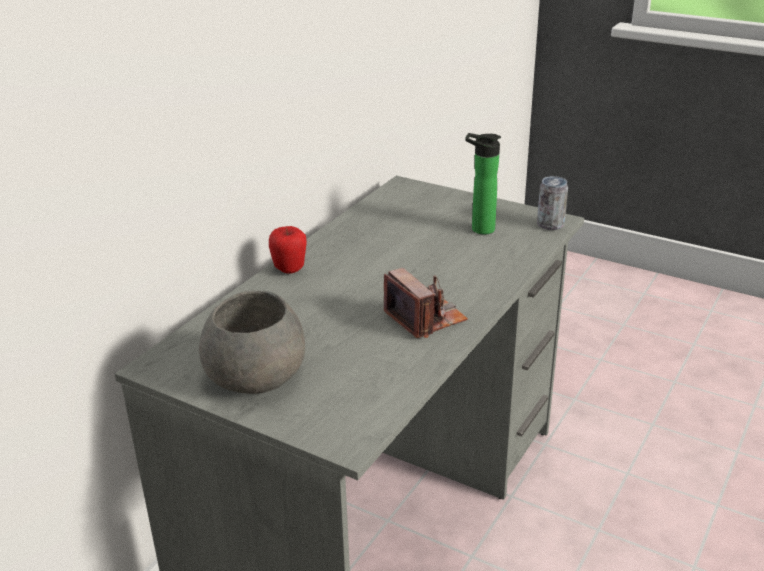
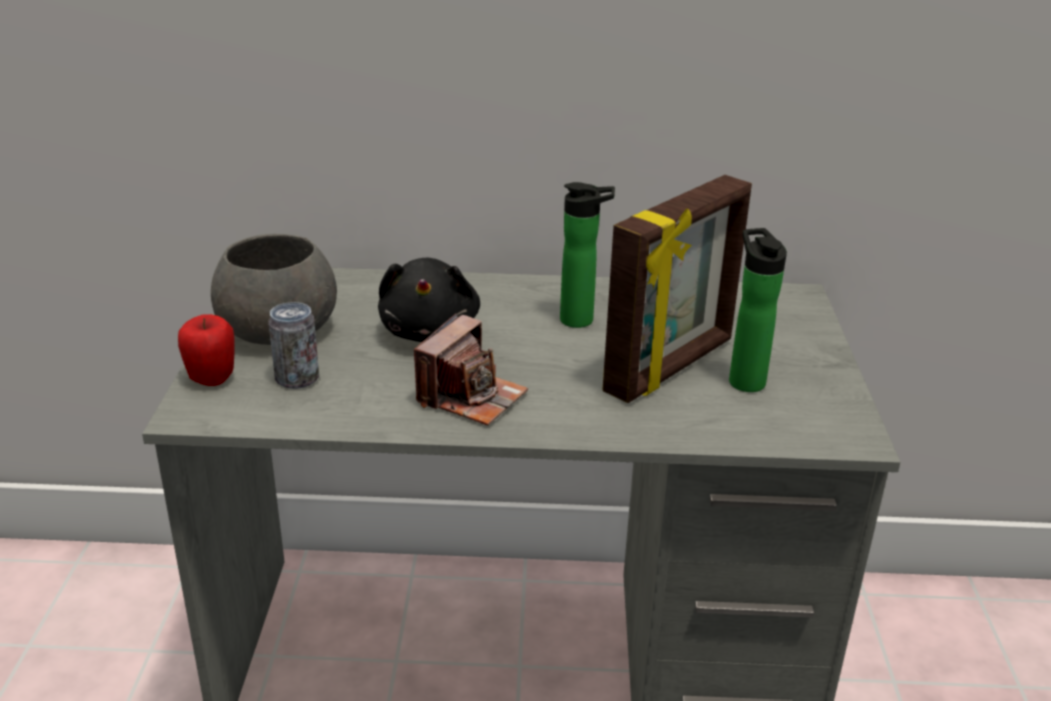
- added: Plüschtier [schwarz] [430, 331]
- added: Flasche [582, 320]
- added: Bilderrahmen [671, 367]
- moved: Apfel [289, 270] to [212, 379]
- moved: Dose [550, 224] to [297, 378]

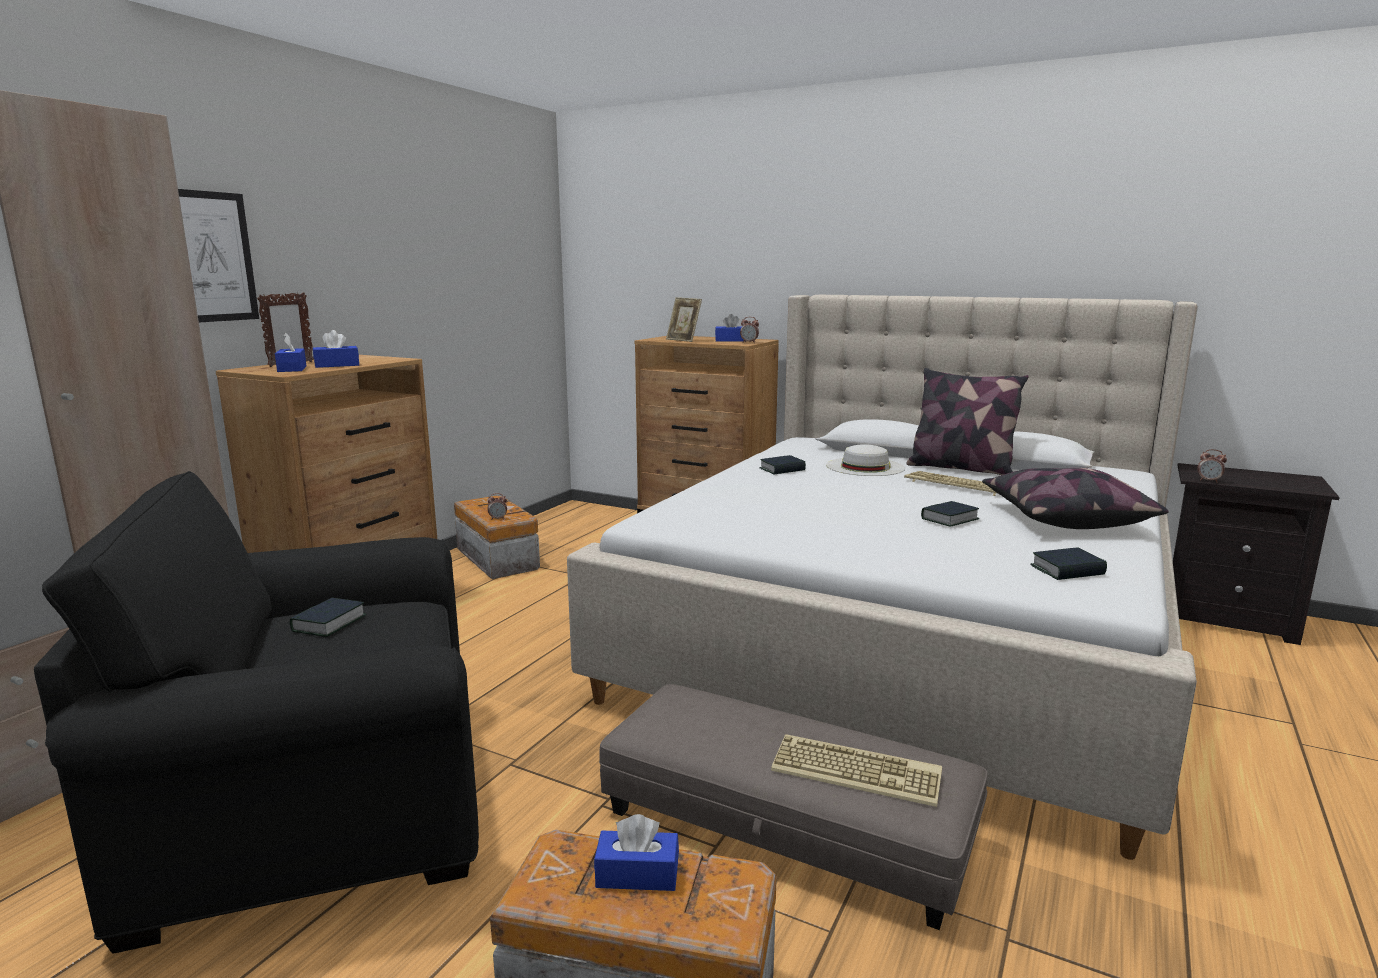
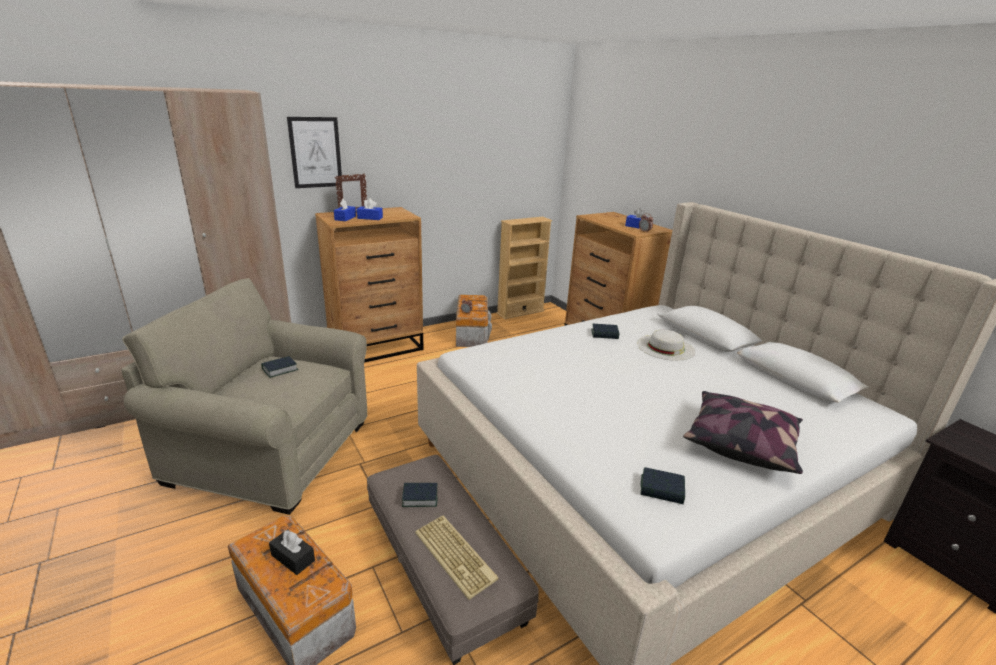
- removed: Bilderrahmen [683, 340]
- removed: Tastatur [956, 485]
- removed: Kissen [961, 468]
- removed: Wecker [1209, 481]
- added: Bücherregal [beige] [520, 312]
- moved: Buch [949, 519] to [420, 497]
- recoloured: Sessel [schwarz] [320, 807] to Sessel [beige] [272, 451]
- recoloured: Taschentuchbox [blau] [637, 874] to Taschentuchbox [schwarz] [293, 558]

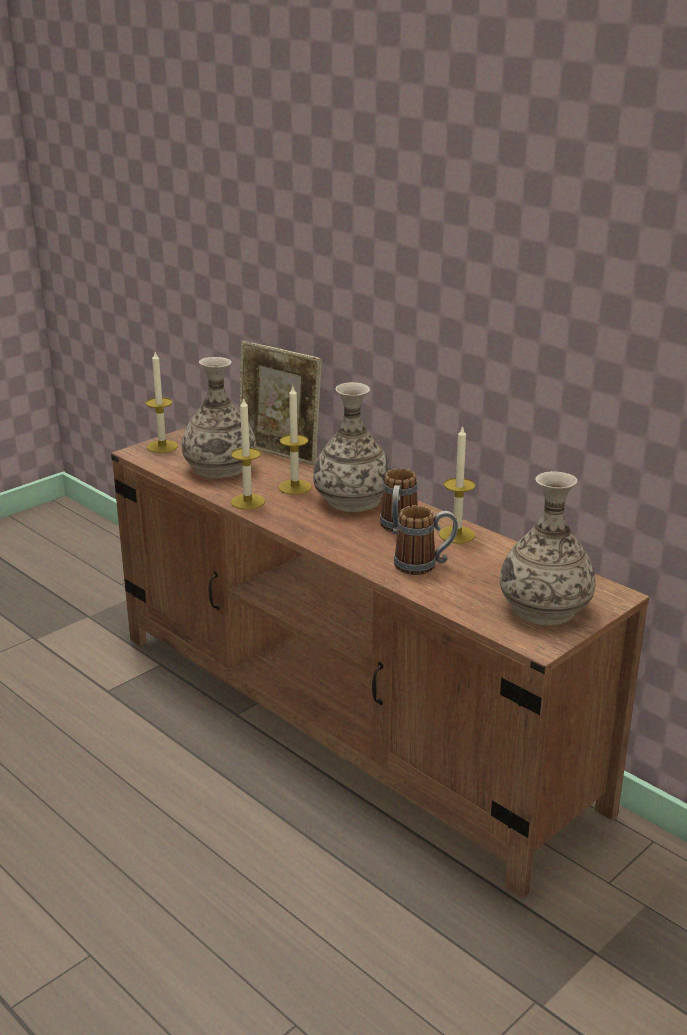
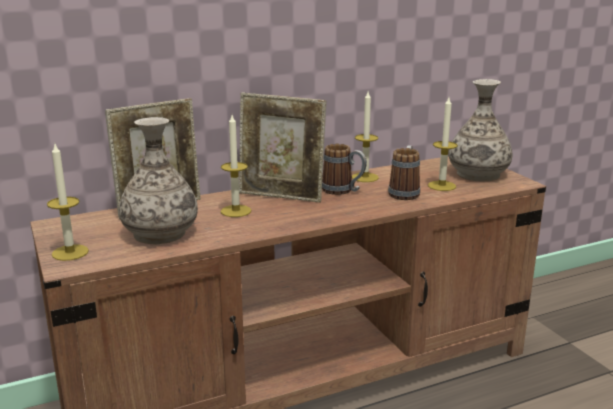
- moved: Kerze [248, 501] to [441, 186]
- replaced: Vase [352, 500] to Bilderrahmen [281, 196]

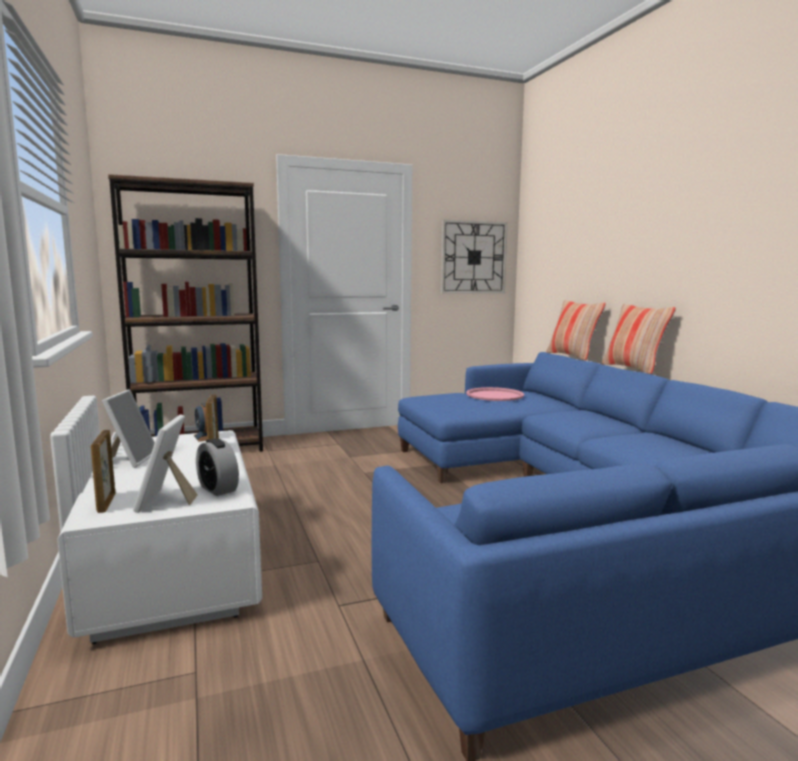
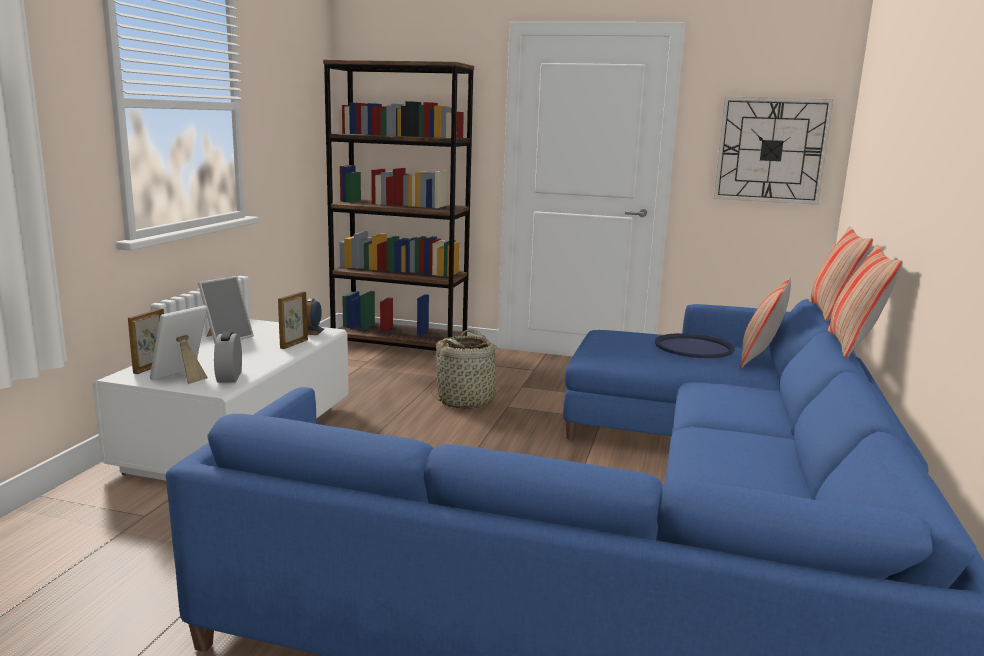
- added: Korb [467, 400]
- added: Kissen [760, 359]
- recoloured: Tablett [rosa] [494, 395] to Tablett [blau] [693, 347]

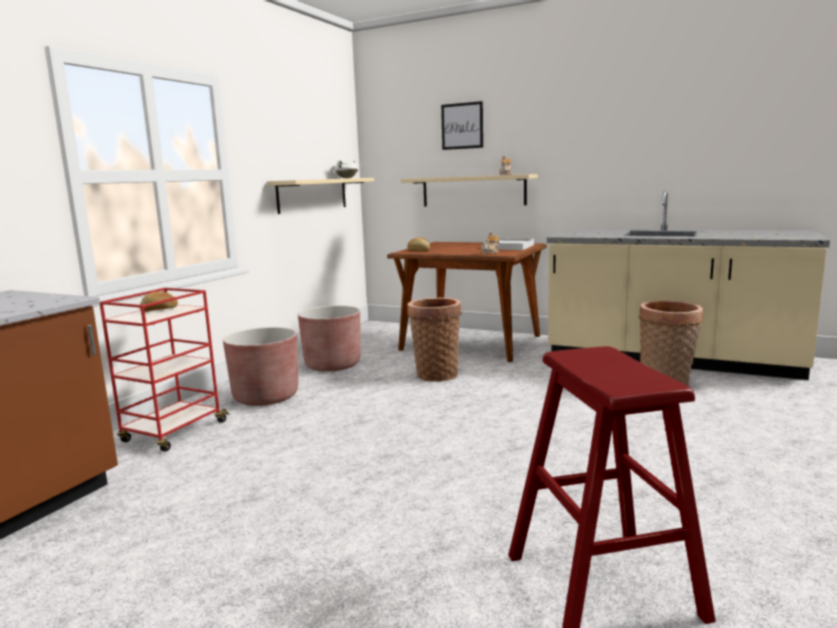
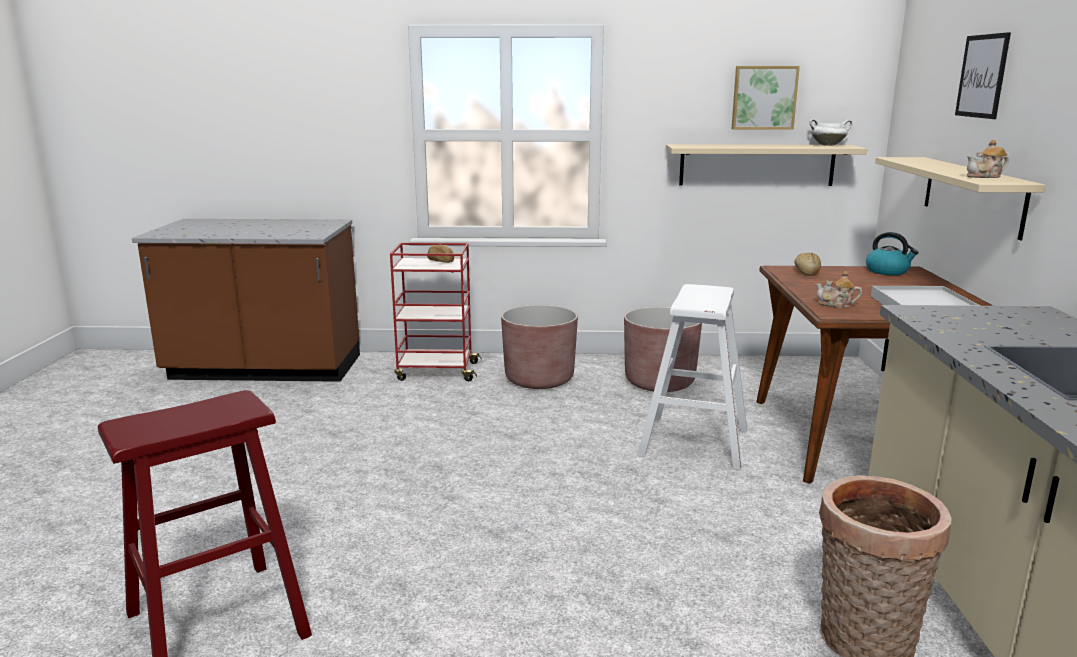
- added: Bild [764, 97]
- added: Wasserkessel [888, 271]
- replaced: Korb [436, 374] to Hocker [weiß] [694, 442]

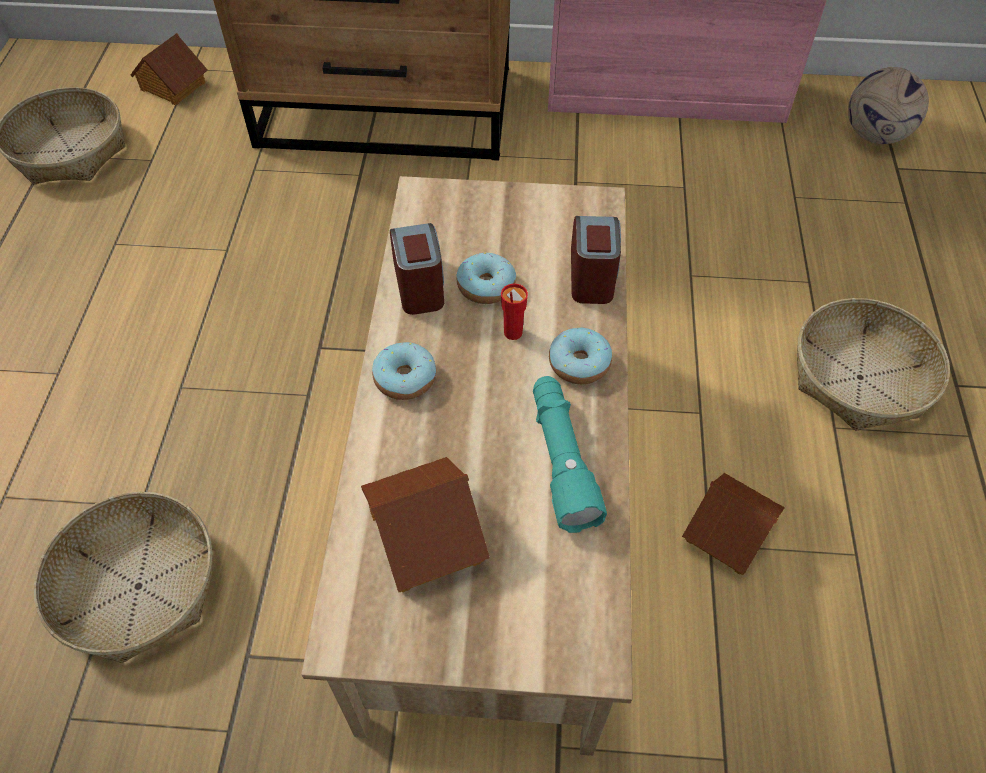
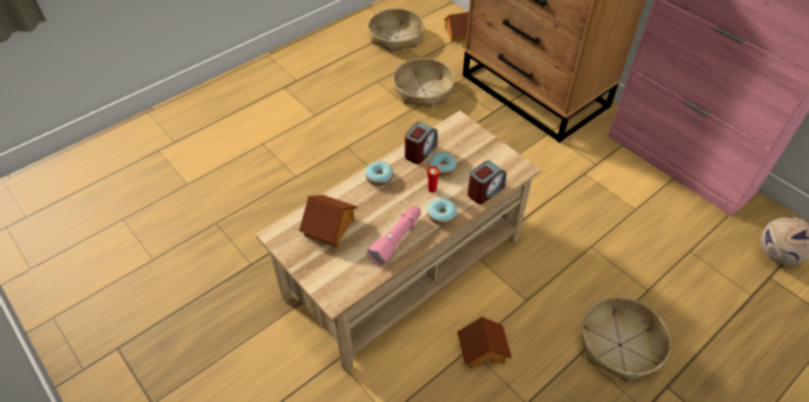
- moved: Korb [138, 587] to [423, 90]
- recoloured: Taschenlampe [türkis] [561, 460] to Taschenlampe [rosa] [397, 239]

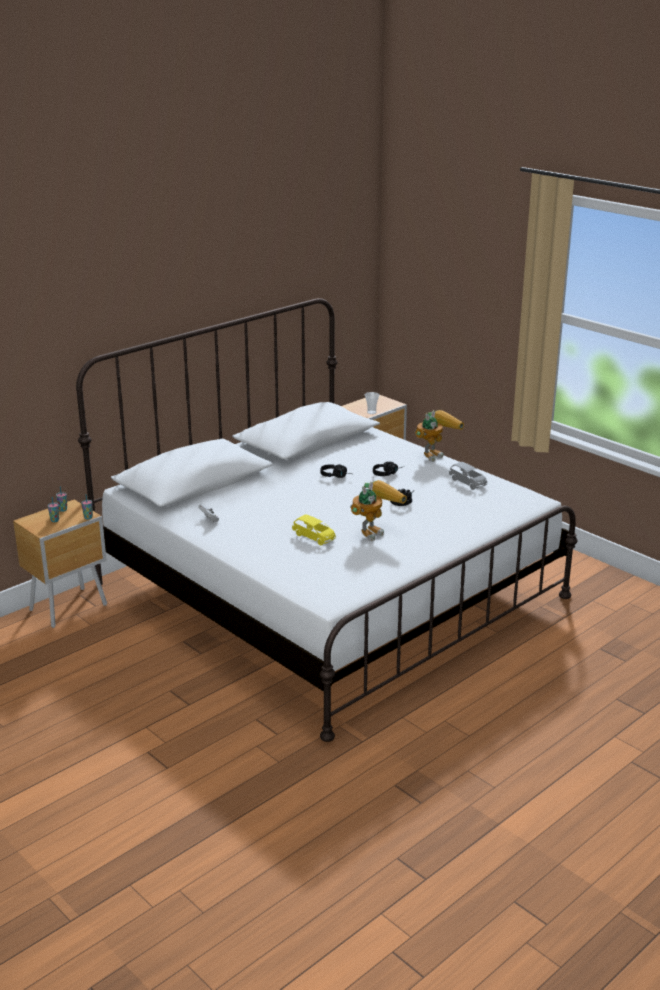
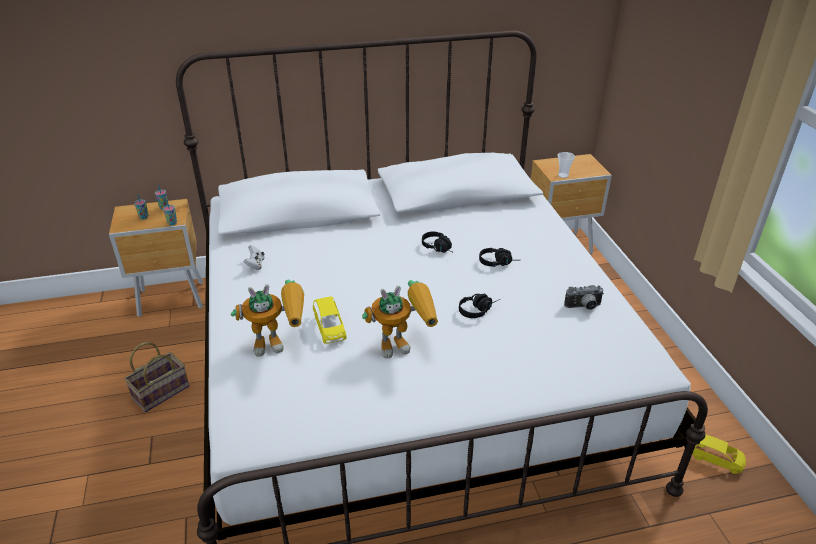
- added: Korb [161, 391]
- added: Spielzeugauto [gelb] [715, 459]
- moved: Spielzeugroboter [435, 454] to [280, 342]
- replaced: Spielzeugauto [grau] [468, 482] to Kamera [583, 307]

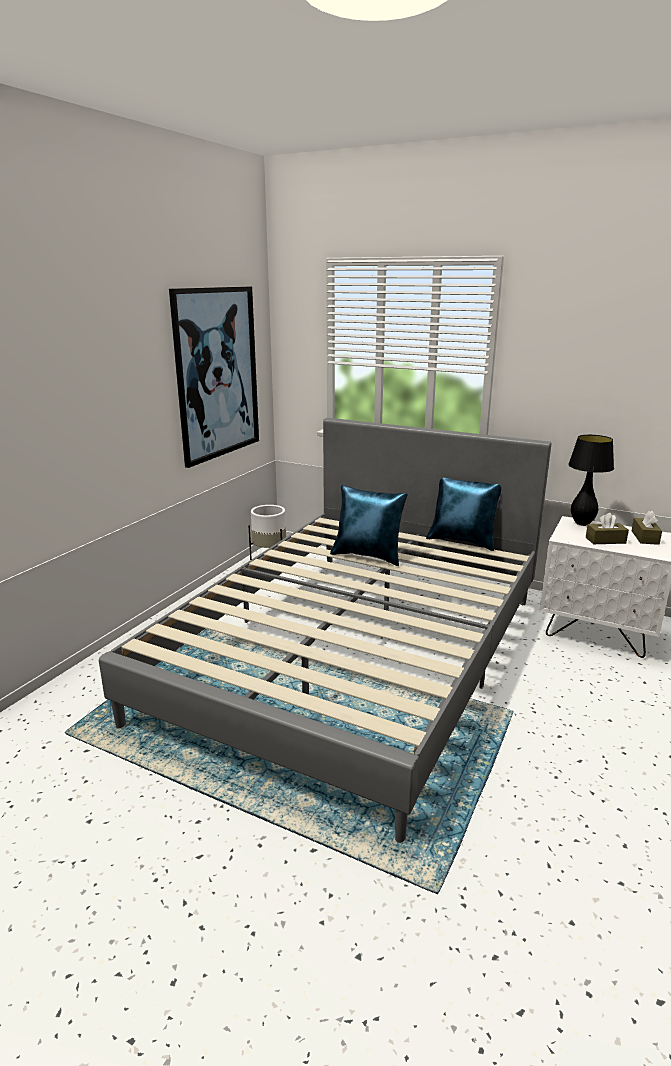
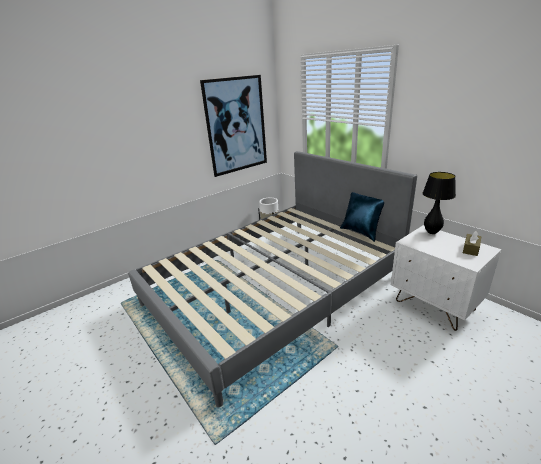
- removed: Kissen [blau] [368, 556]
- removed: Taschentuchbox [braun] [605, 540]

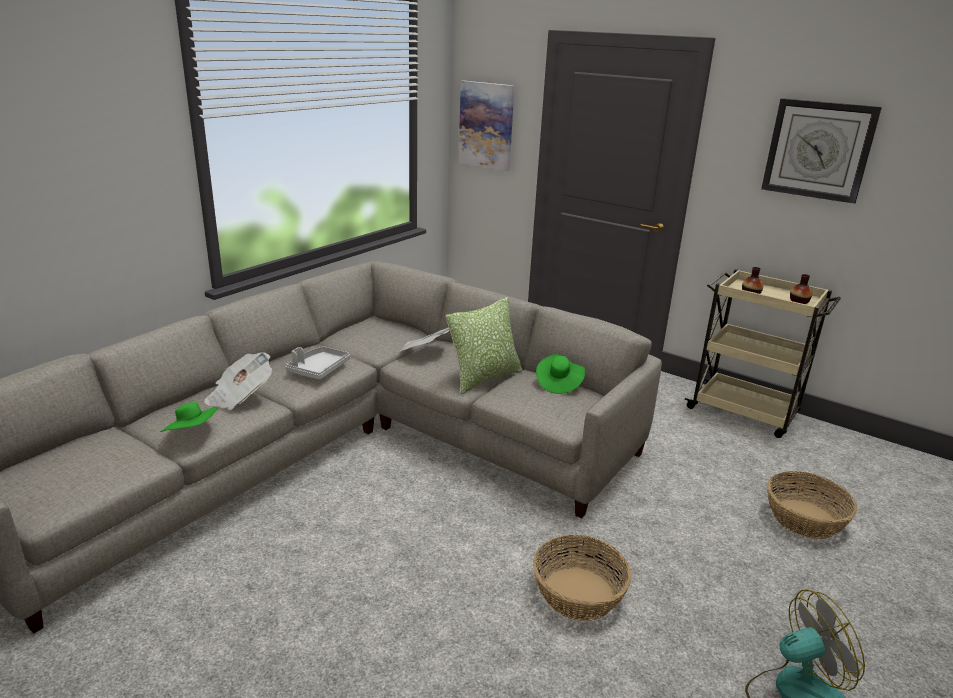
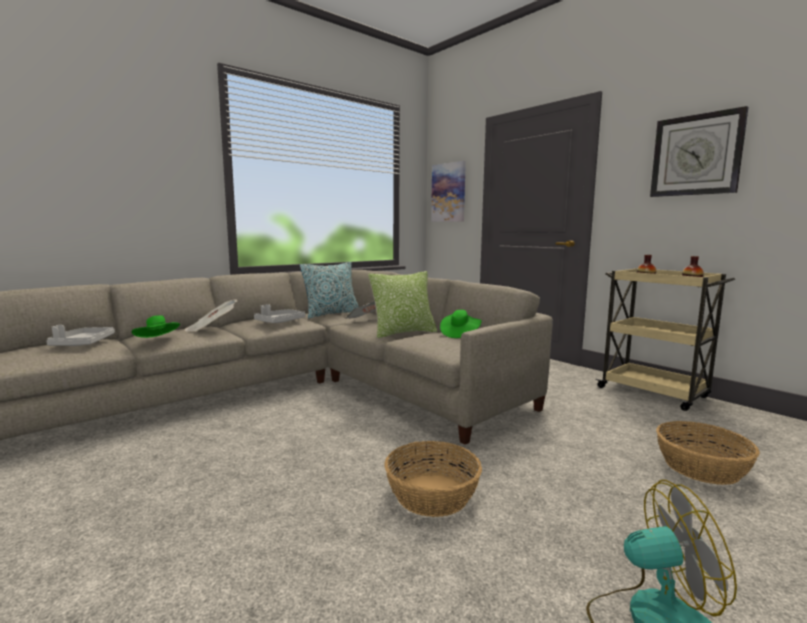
- added: Tablett [grau] [83, 344]
- added: Kissen [331, 314]

